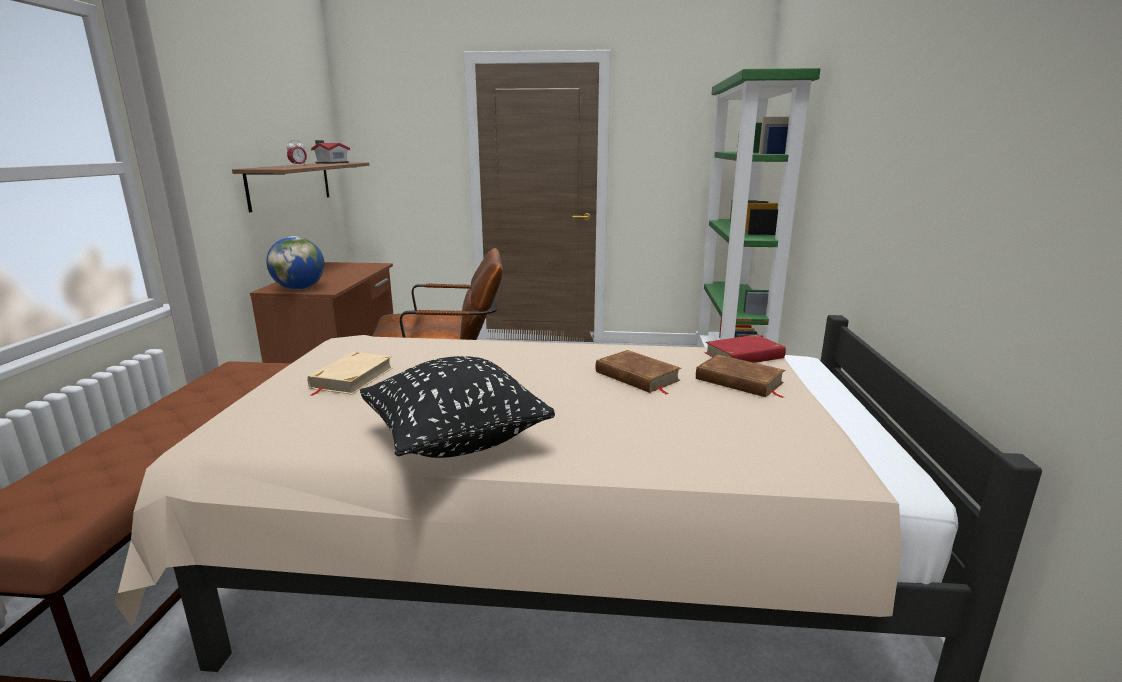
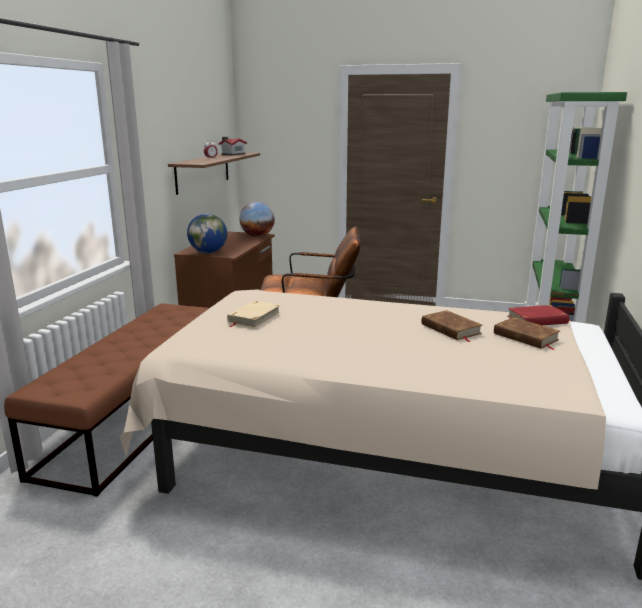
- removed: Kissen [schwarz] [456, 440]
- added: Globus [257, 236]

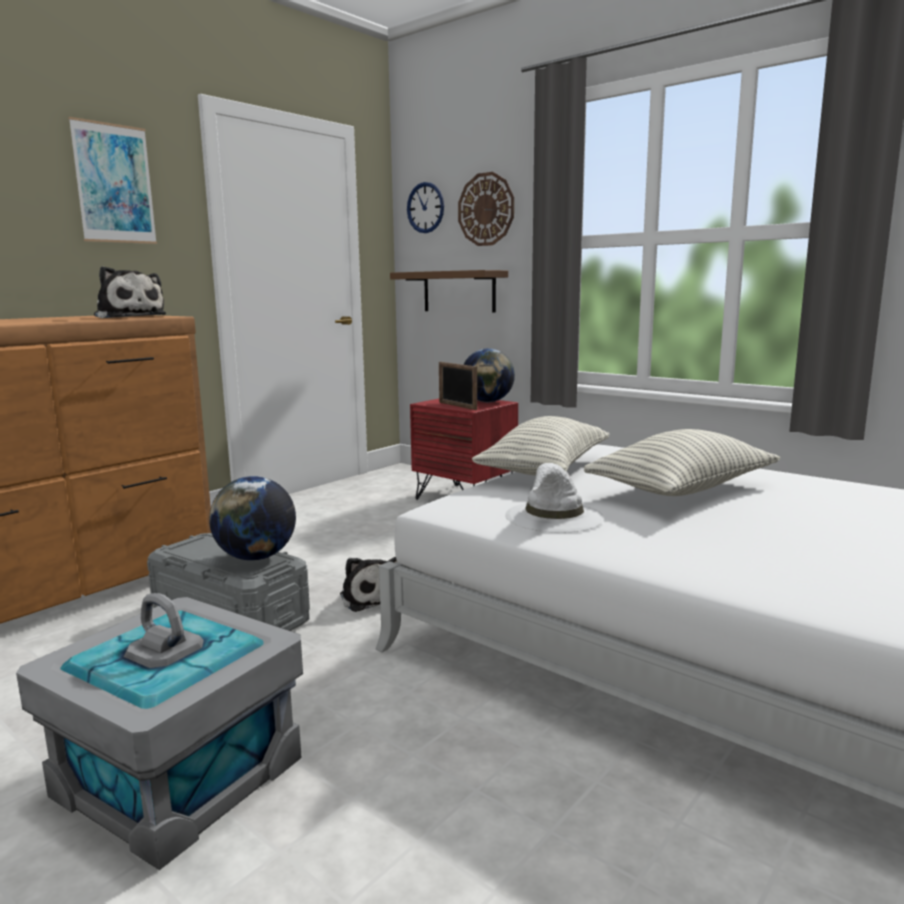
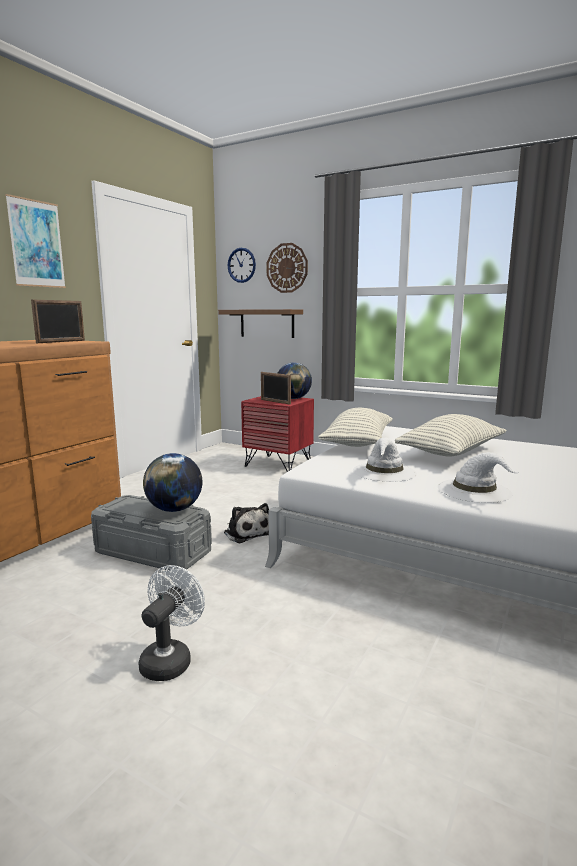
- added: Hut [weiß] [475, 490]
- replaced: Aufbewahrungsbox [grau] [177, 777] to Ventilator [weiß] [170, 659]
- replaced: Plüschtier [129, 317] to Bilderrahmen [61, 341]

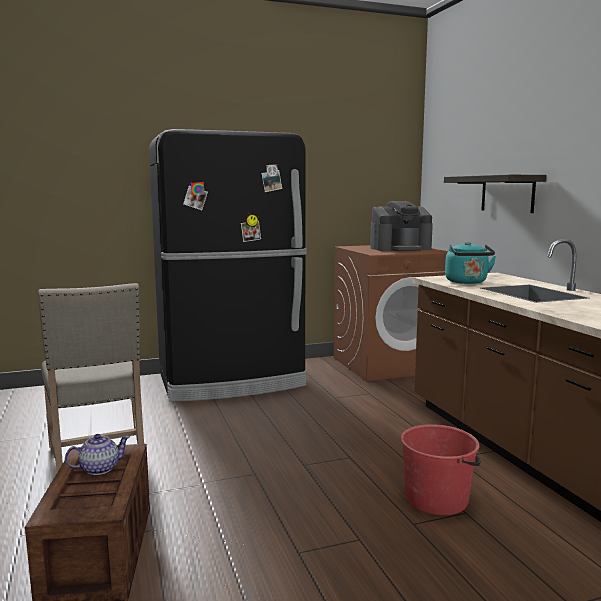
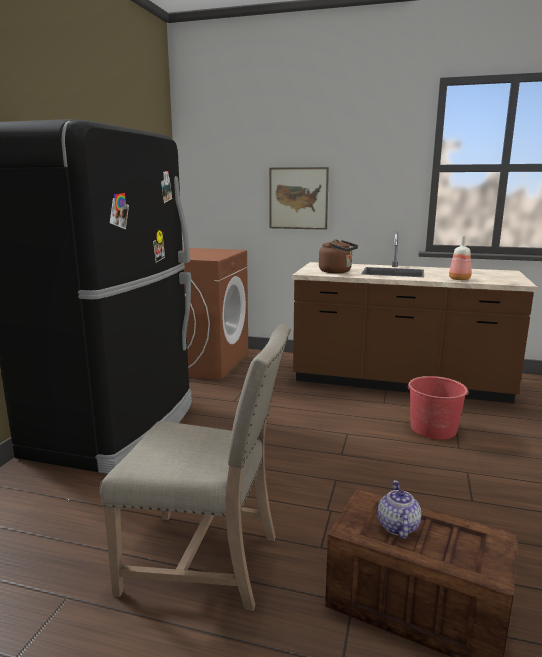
- removed: Kaffeemaschine [400, 248]
- added: Flasche [459, 279]
- replaced: Wandregal [507, 194] to Bild [298, 198]
- recoloured: Wasserkessel [türkis] [467, 282] to Wasserkessel [braun] [337, 272]

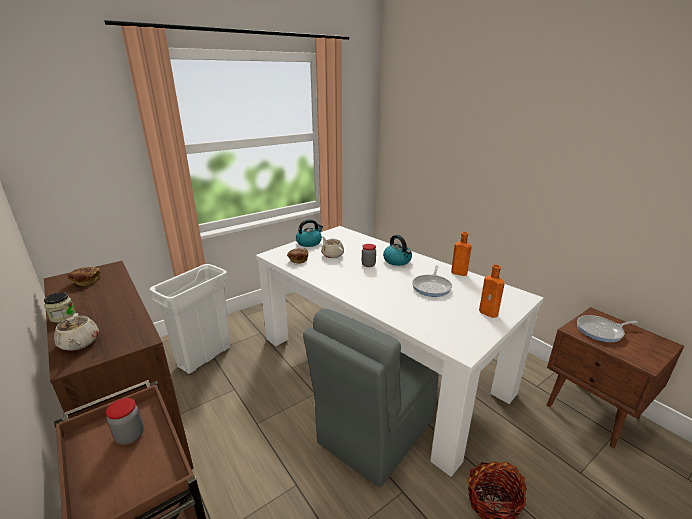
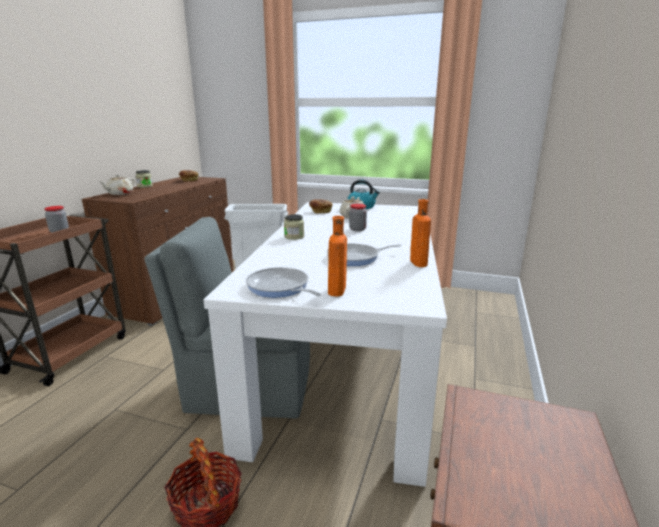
- removed: Wasserkessel [397, 261]
- added: Vorratsglas [294, 237]
- moved: Pfanne [601, 331] to [280, 287]

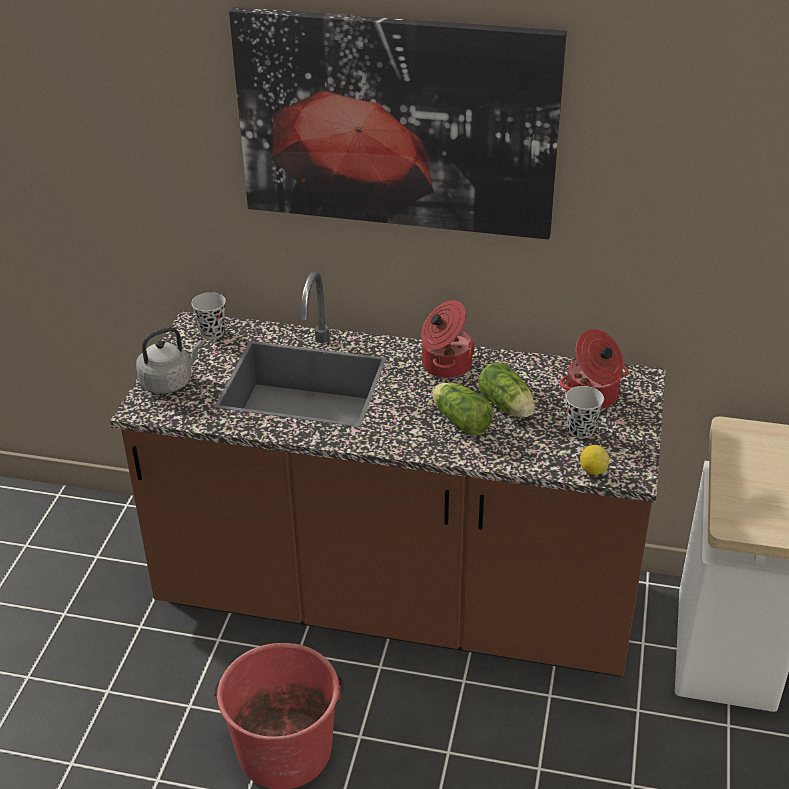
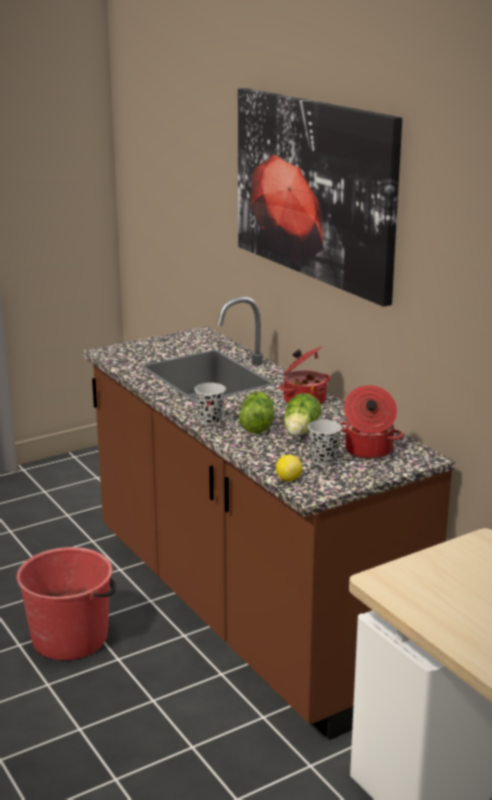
- removed: Wasserkessel [grau] [169, 382]
- moved: Tasse [schwarz] [212, 332] to [210, 420]

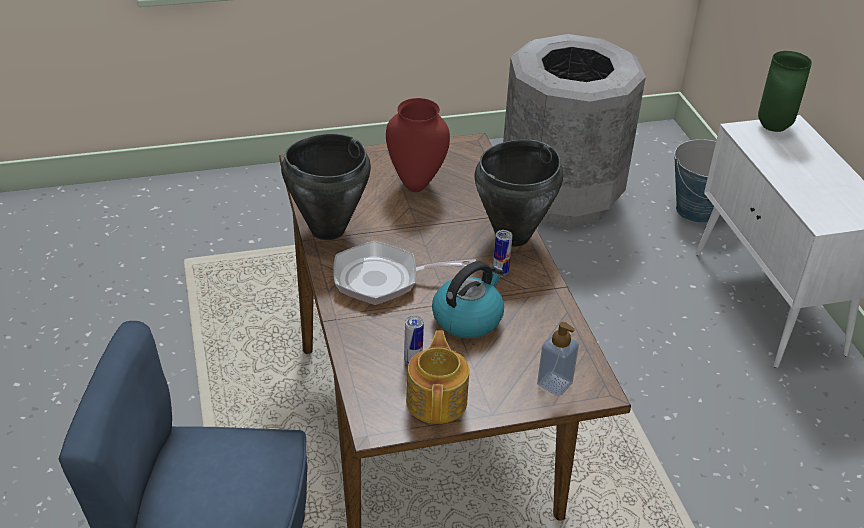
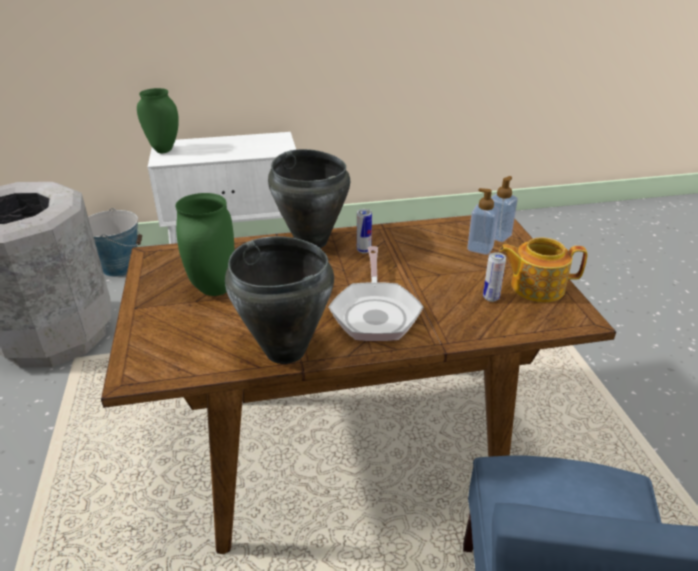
- removed: Wasserkessel [468, 318]
- added: Seifenspender [480, 248]
- recoloured: Vase [rot] [416, 184] to Vase [grün] [213, 289]

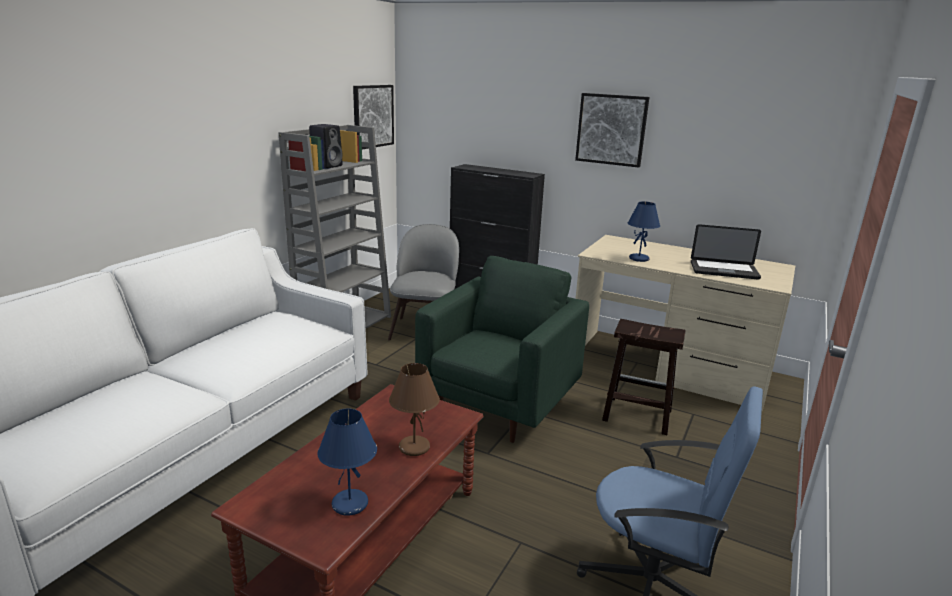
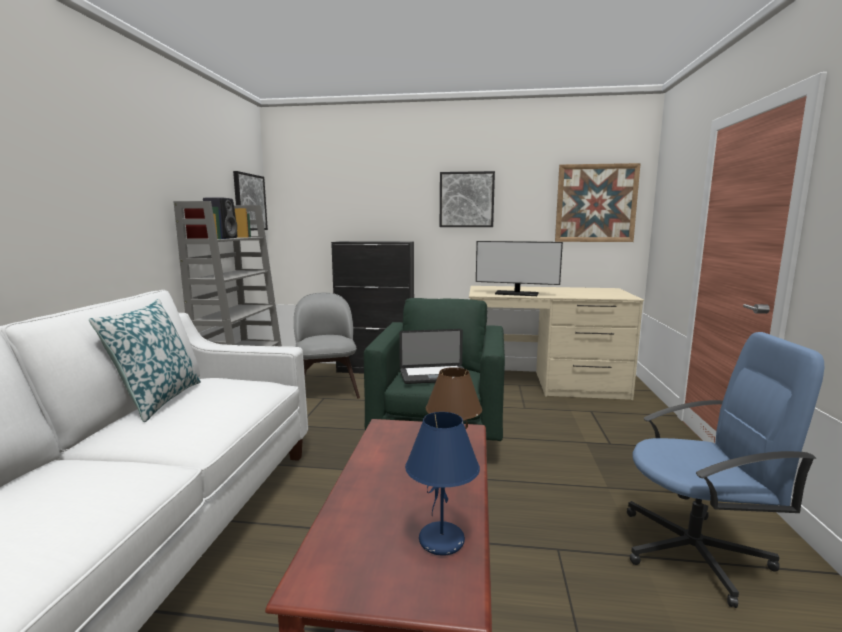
- removed: Hocker [braun] [636, 415]
- added: Kissen [157, 400]
- added: Bild [596, 203]
- moved: Laptop [724, 270] to [434, 376]
- replaced: Tischlampe [blau] [639, 259] to Monitor [516, 294]

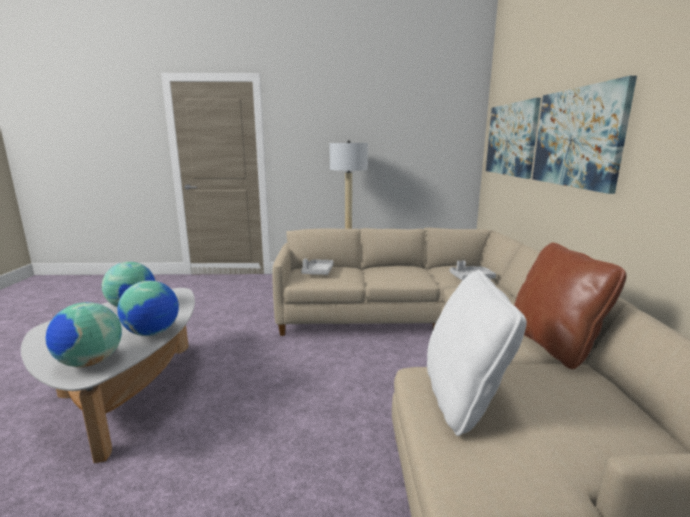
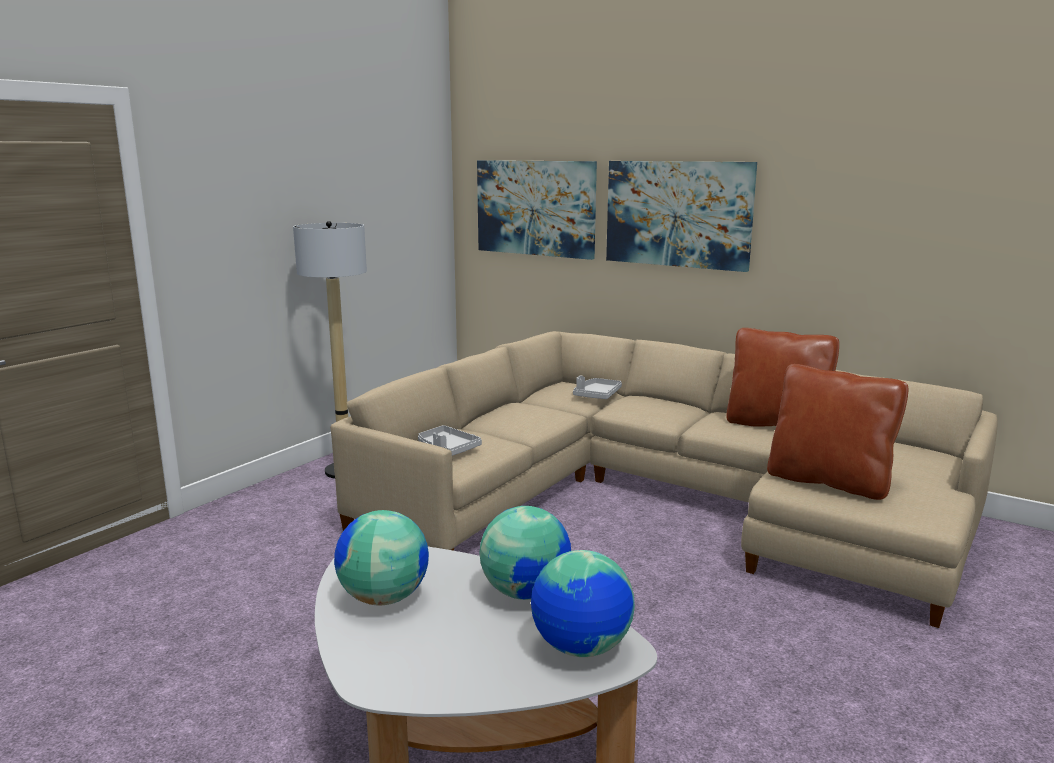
- recoloured: Kissen [weiß] [463, 397] to Kissen [braun] [828, 481]

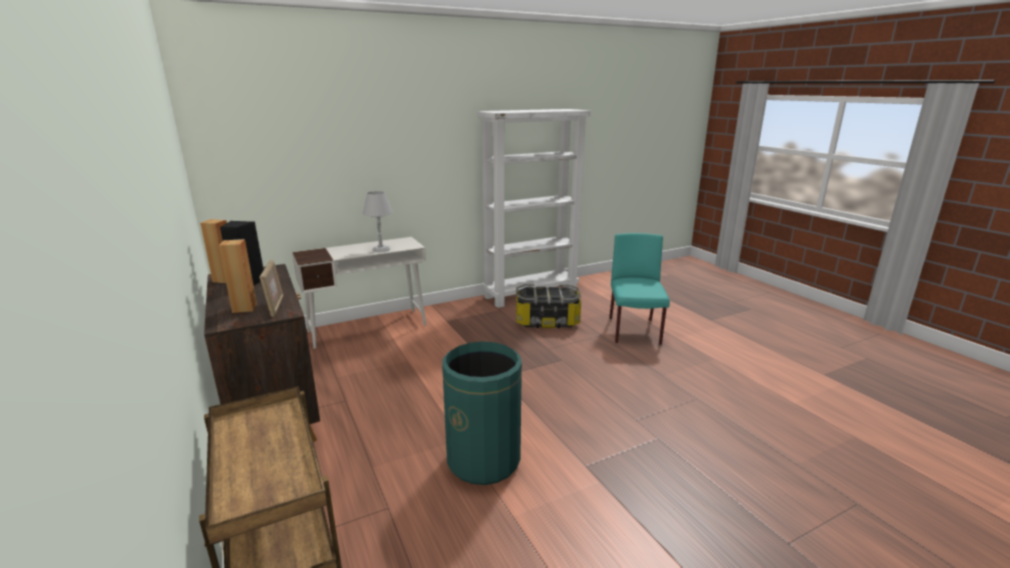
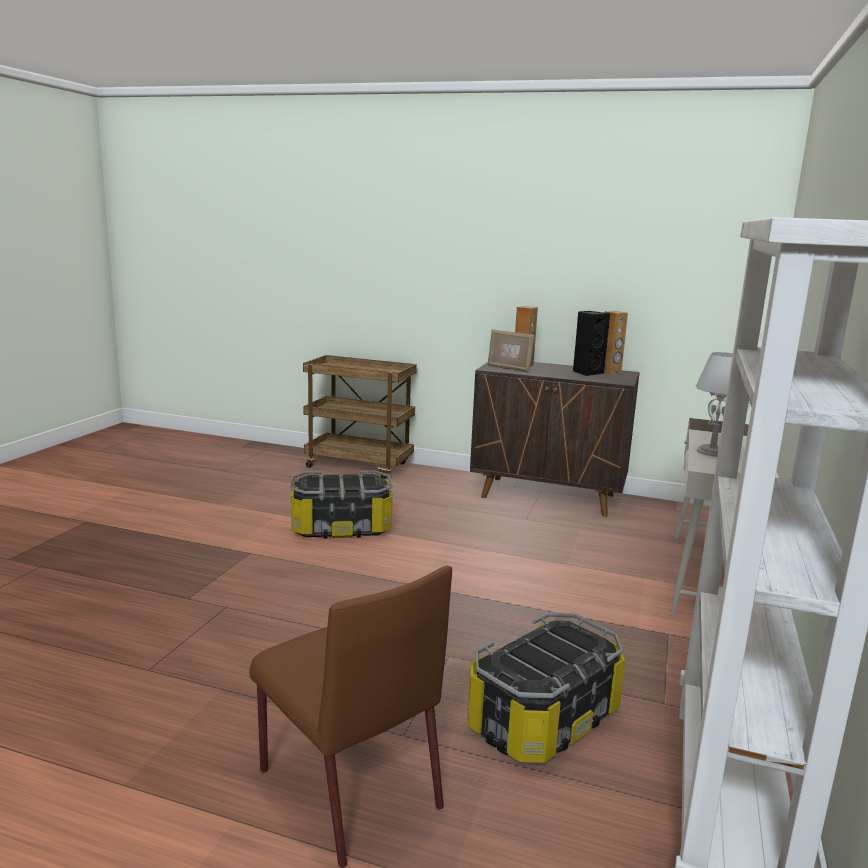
- replaced: Mülleimer [grün] [484, 460] to Aufbewahrungsbox [341, 528]
- recoloured: Stuhl [türkis] [634, 332] to Stuhl [braun] [347, 786]

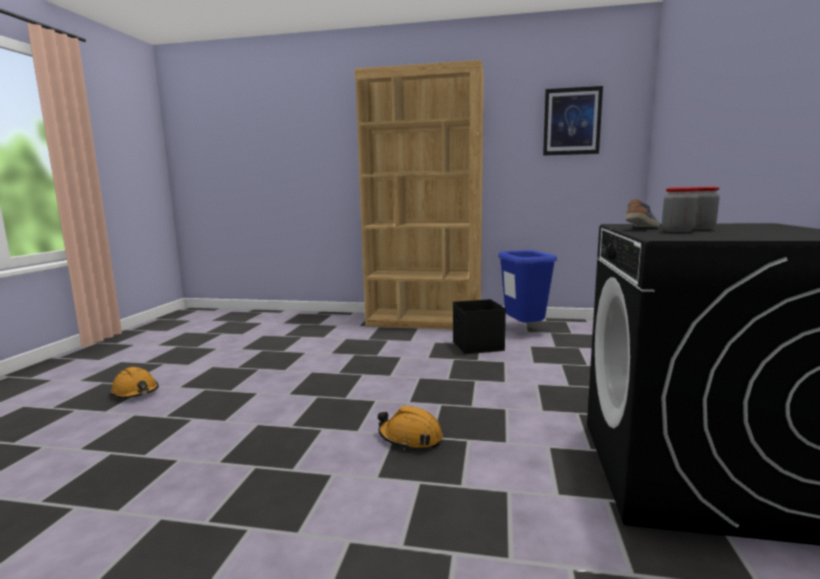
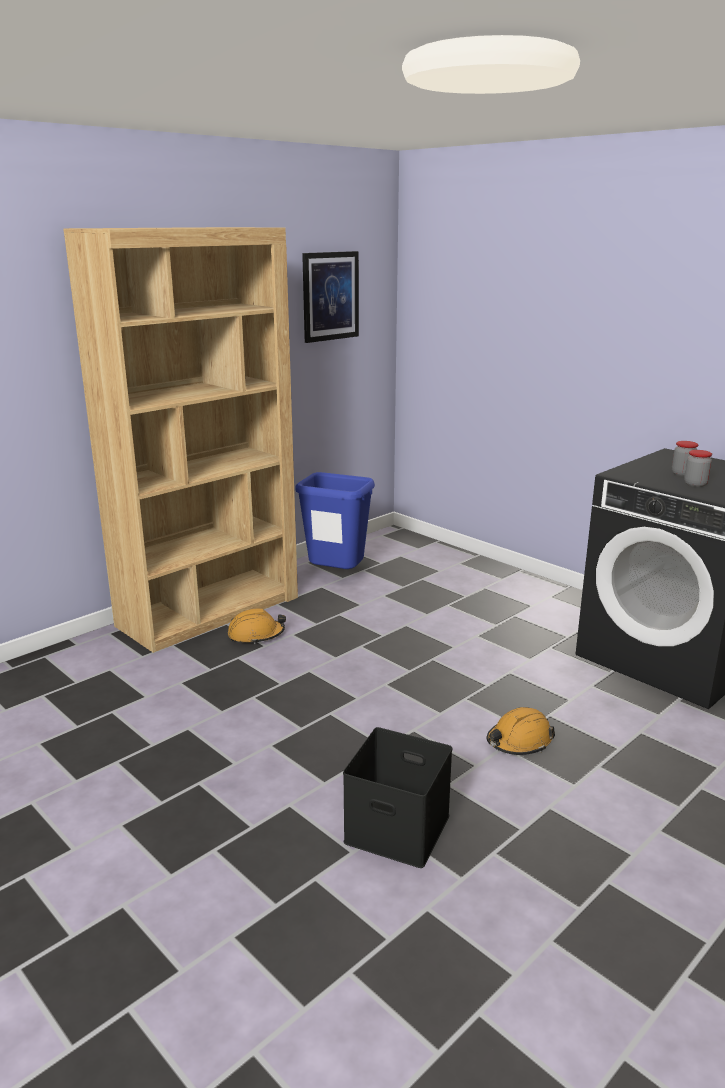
- removed: Schuh [642, 228]
- moved: Schutzhelm [orange] [135, 392] to [256, 635]
- moved: Aufbewahrungsbox [schwarz] [476, 345] to [395, 829]

